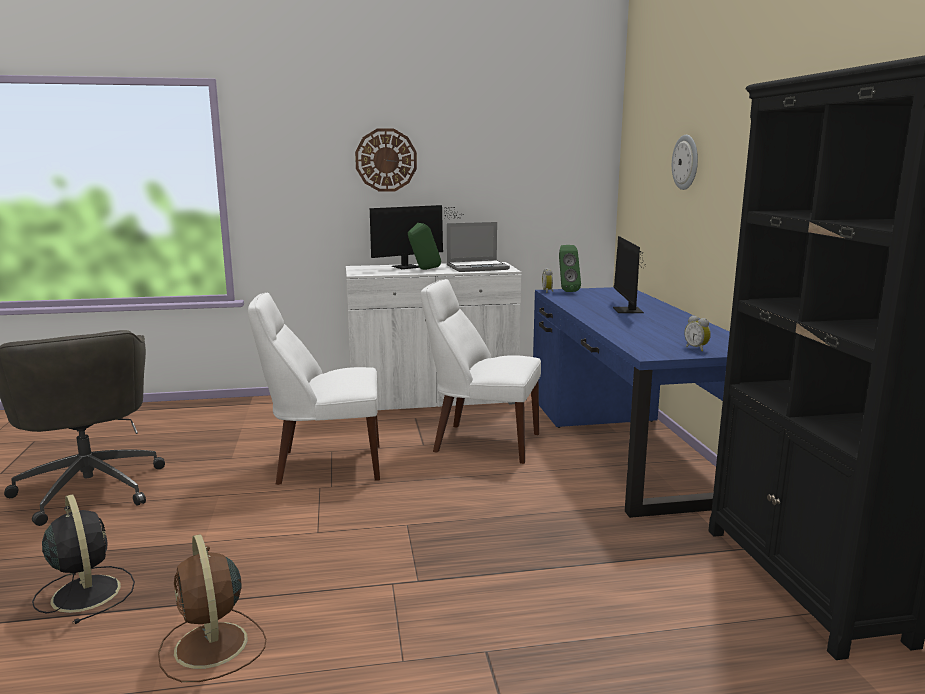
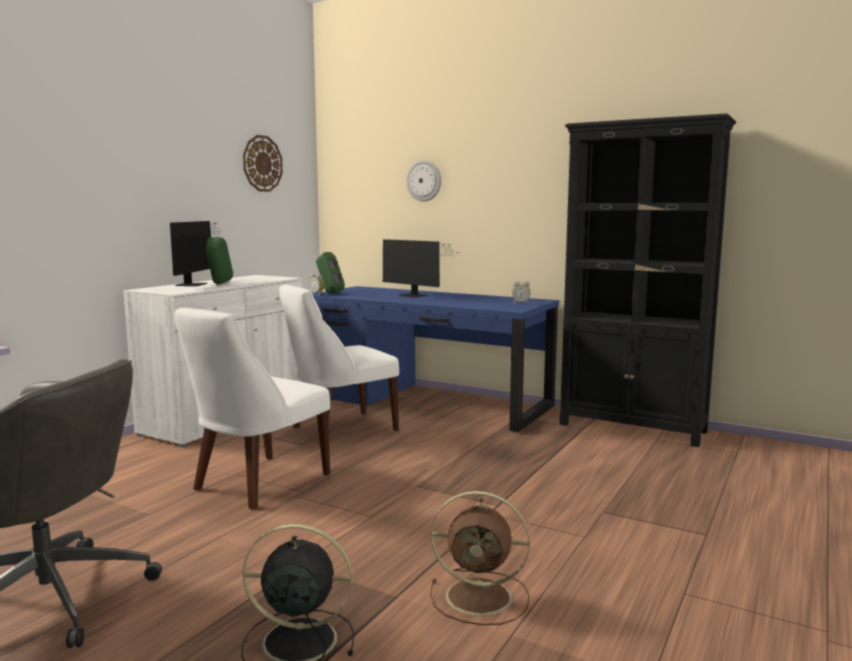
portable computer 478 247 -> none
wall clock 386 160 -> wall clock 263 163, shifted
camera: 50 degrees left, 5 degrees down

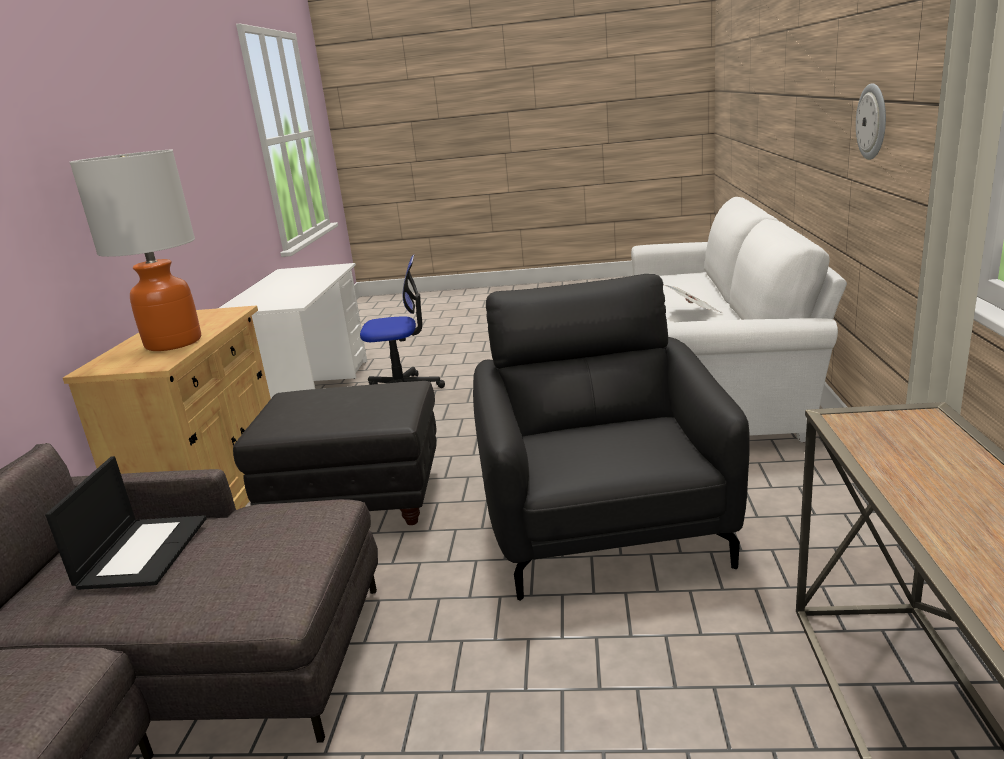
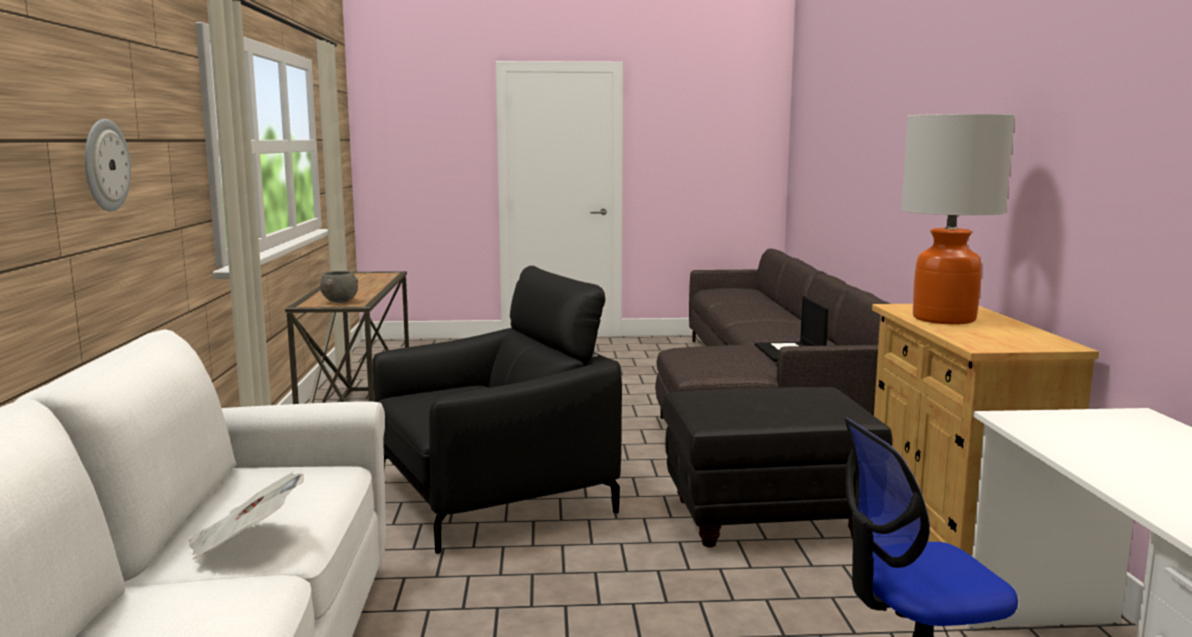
none -> greyish serving bowl 339 287
black-coloured armchair 611 437 -> black-coloured armchair 497 409, 105 degrees counterclockwise
camera: 170 degrees right, 10 degrees down

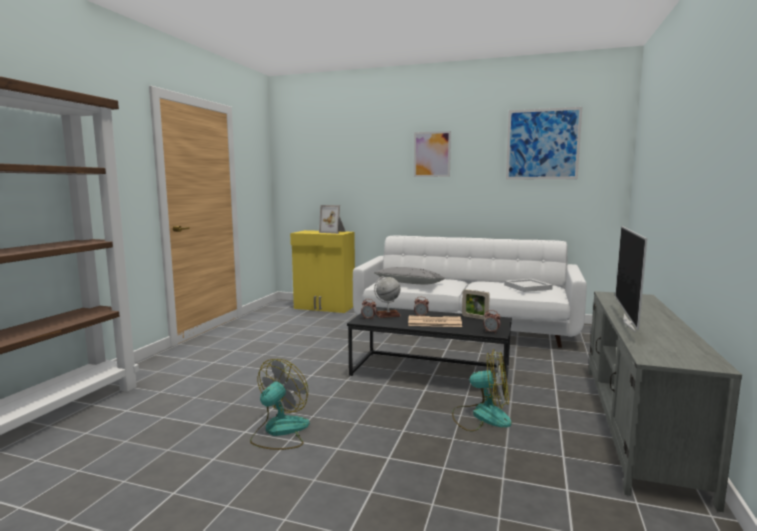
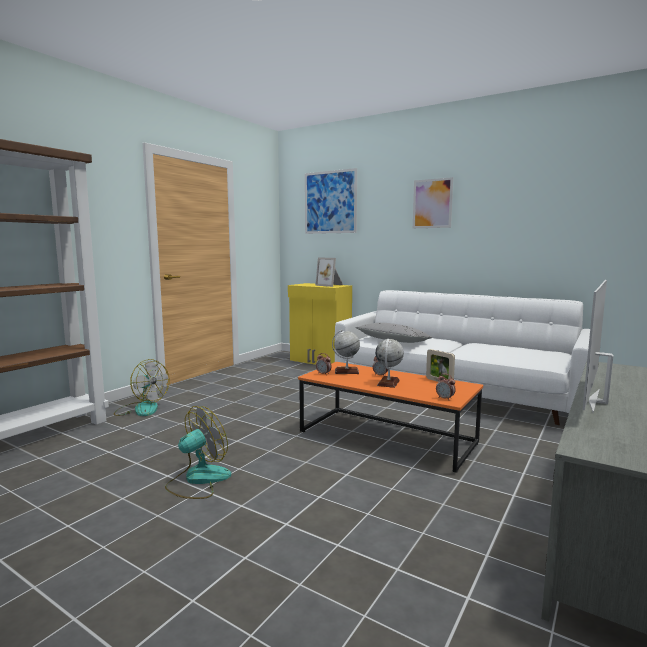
whitish tray 528 285 -> none
electric fan 482 390 -> electric fan 142 387, shifted
wall art 544 143 -> wall art 331 201, shifted
daily paper 435 321 -> desk globe 389 363
black-coloured coffee table 429 351 -> orange coffee table 390 417
camera: 15 degrees right, 0 degrees up

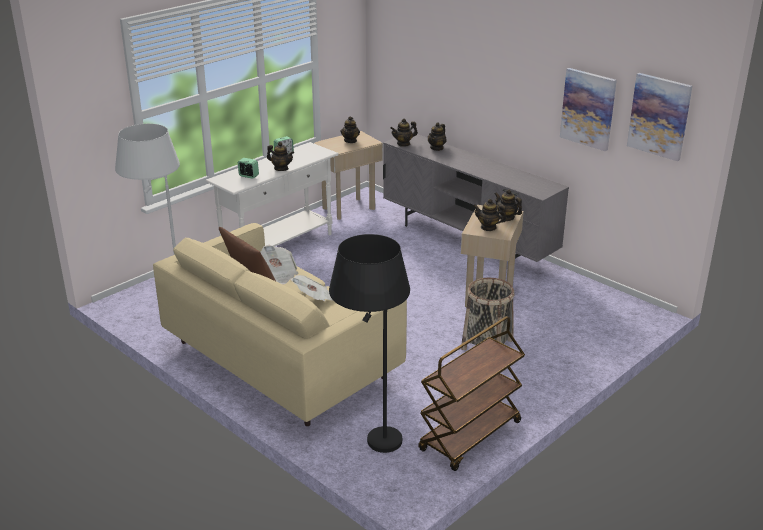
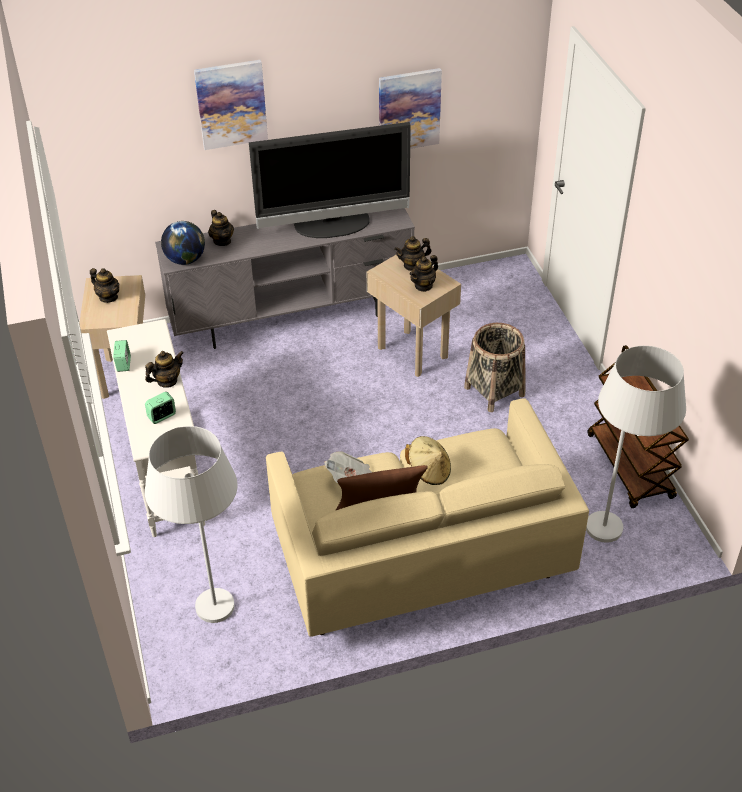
none -> TV set 330 180
wall art 659 117 -> wall art 231 105, shifted
daily paper 312 288 -> beige clothing hat 428 460
pot for tea 404 132 -> desk globe 183 243
black-coloured standing lamp 369 343 -> whitish standing lamp 636 444
camera: 60 degrees left, 15 degrees up

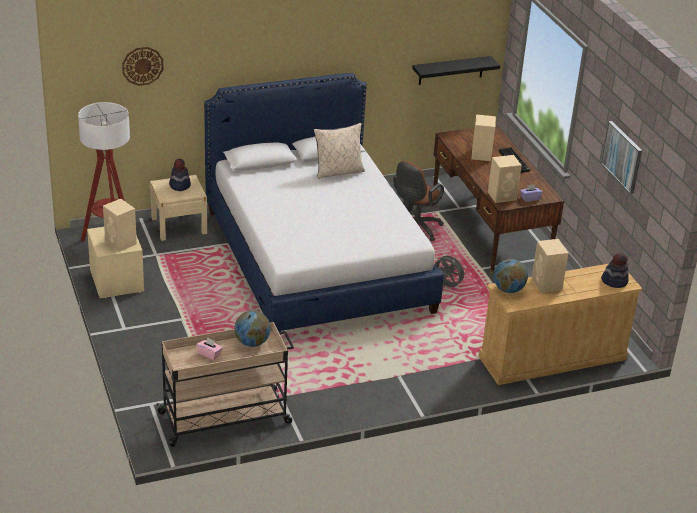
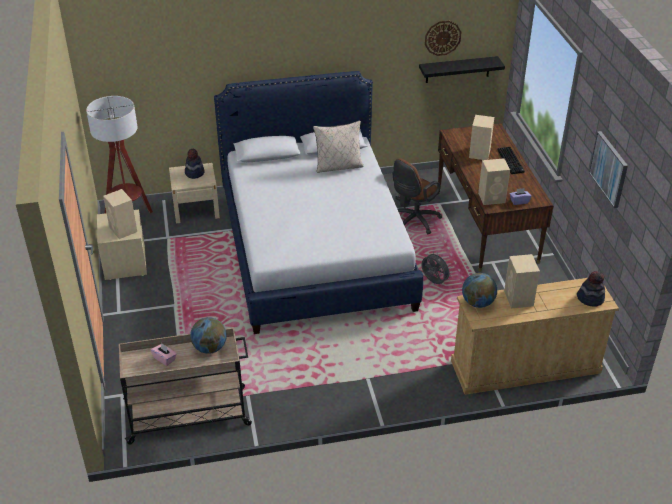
wall clock 143 66 -> wall clock 443 38, shifted
camera: 10 degrees right, 5 degrees up

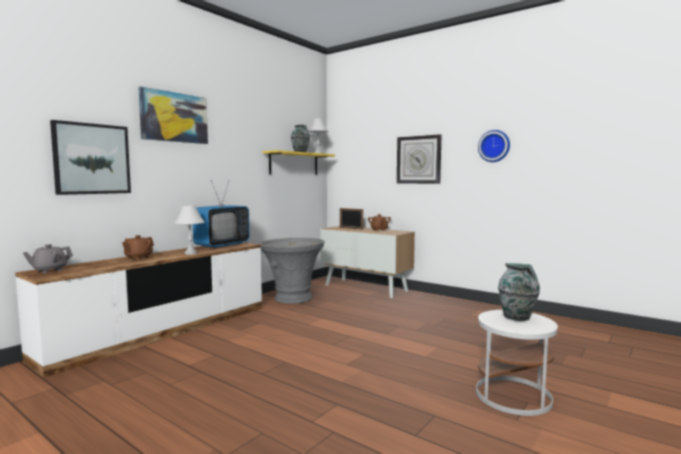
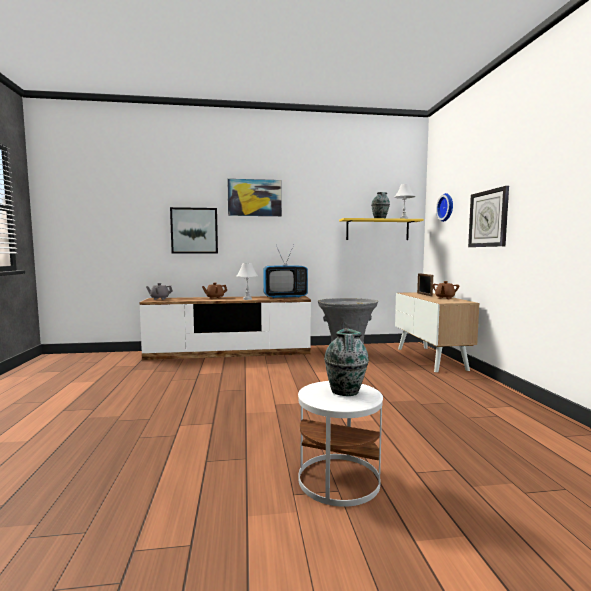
wall clock 494 146 -> wall clock 444 207, shifted
camera: 45 degrees right, 0 degrees up

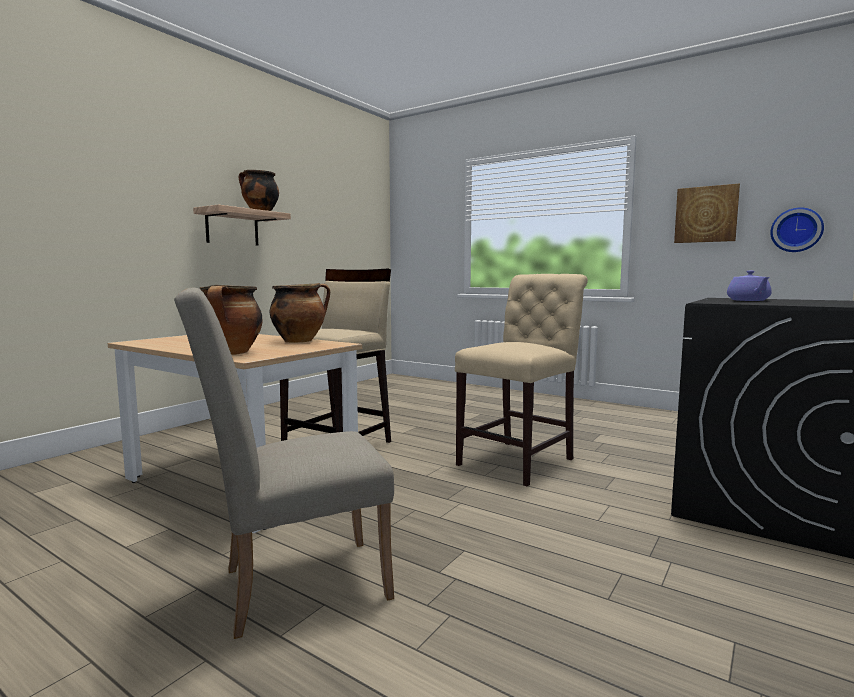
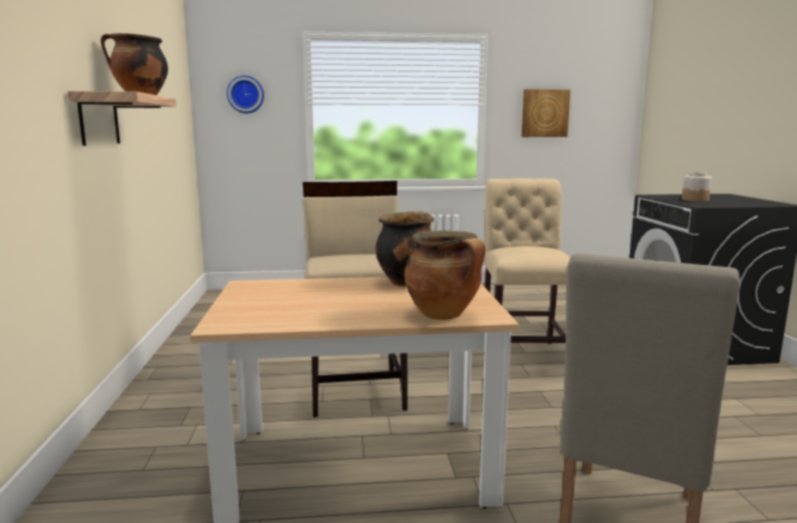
wall clock 797 229 -> wall clock 245 94, shifted
purple pot for tea 749 286 -> preserve jar 697 186
camera: 40 degrees left, 5 degrees up

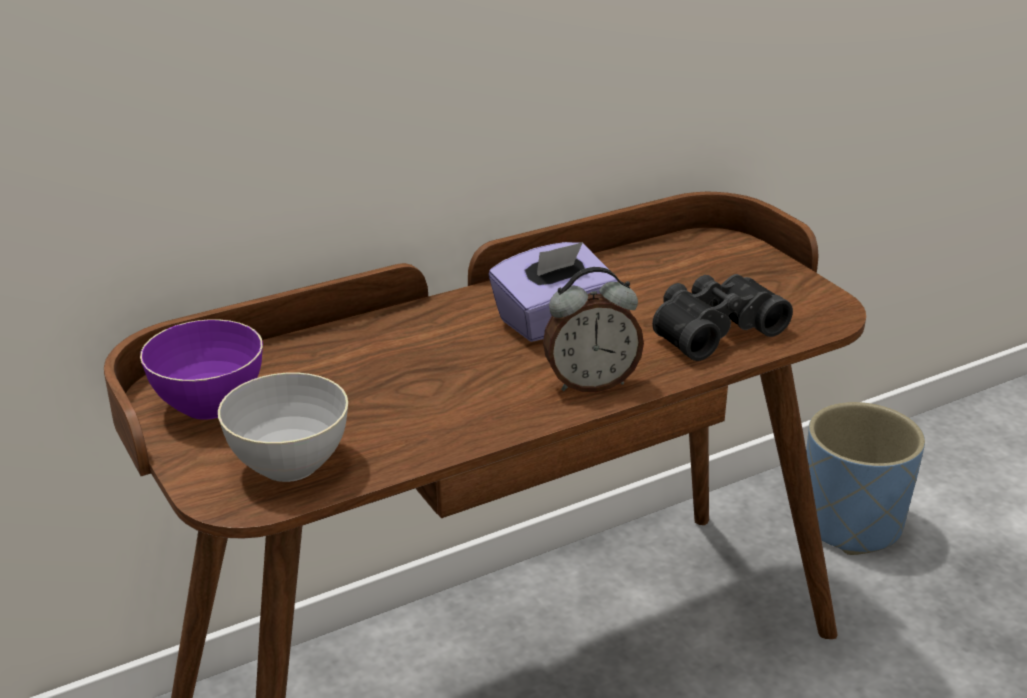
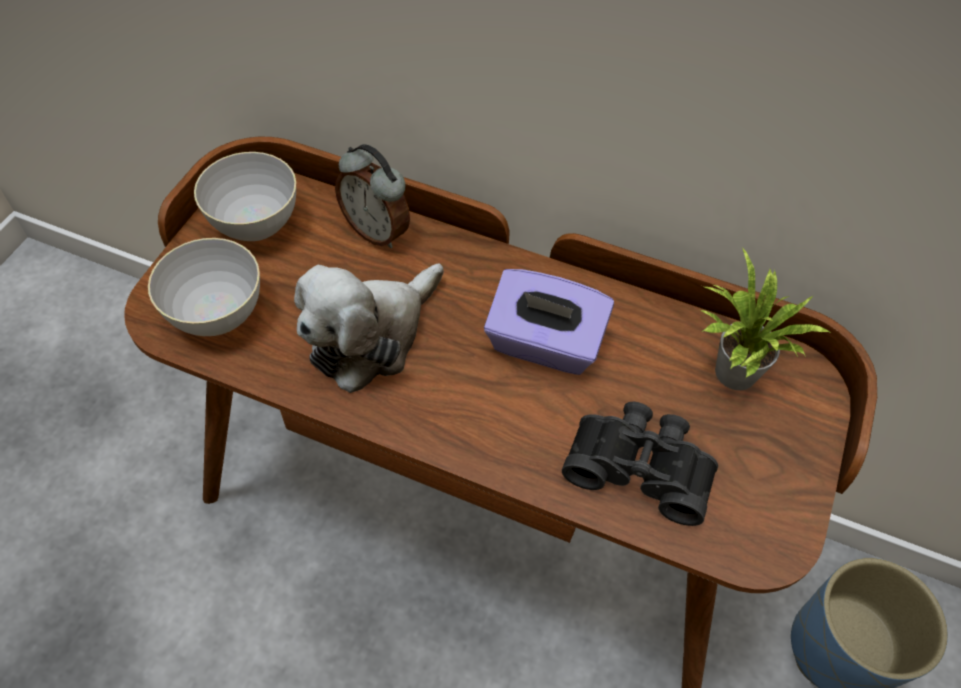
none -> soft toy 369 328
none -> plant in a pot 764 318
table clock 593 329 -> table clock 372 196, shifted
purple serving bowl 201 369 -> greyish serving bowl 245 196
camera: 50 degrees right, 25 degrees up

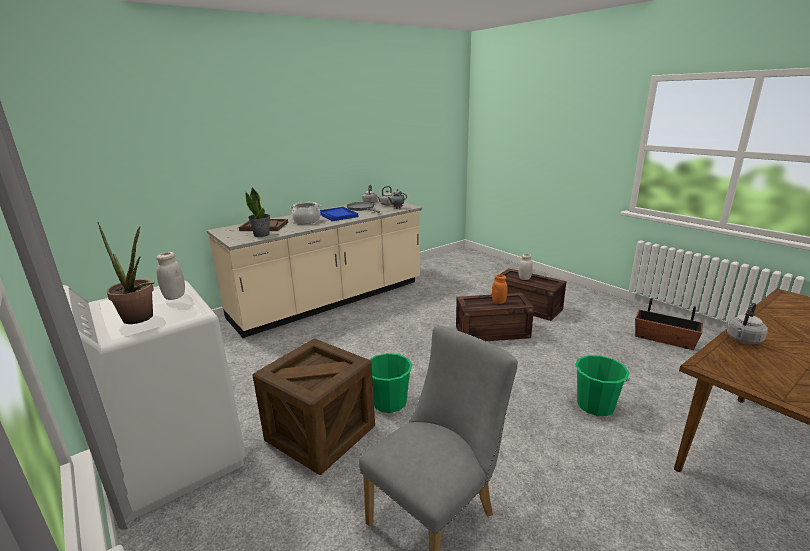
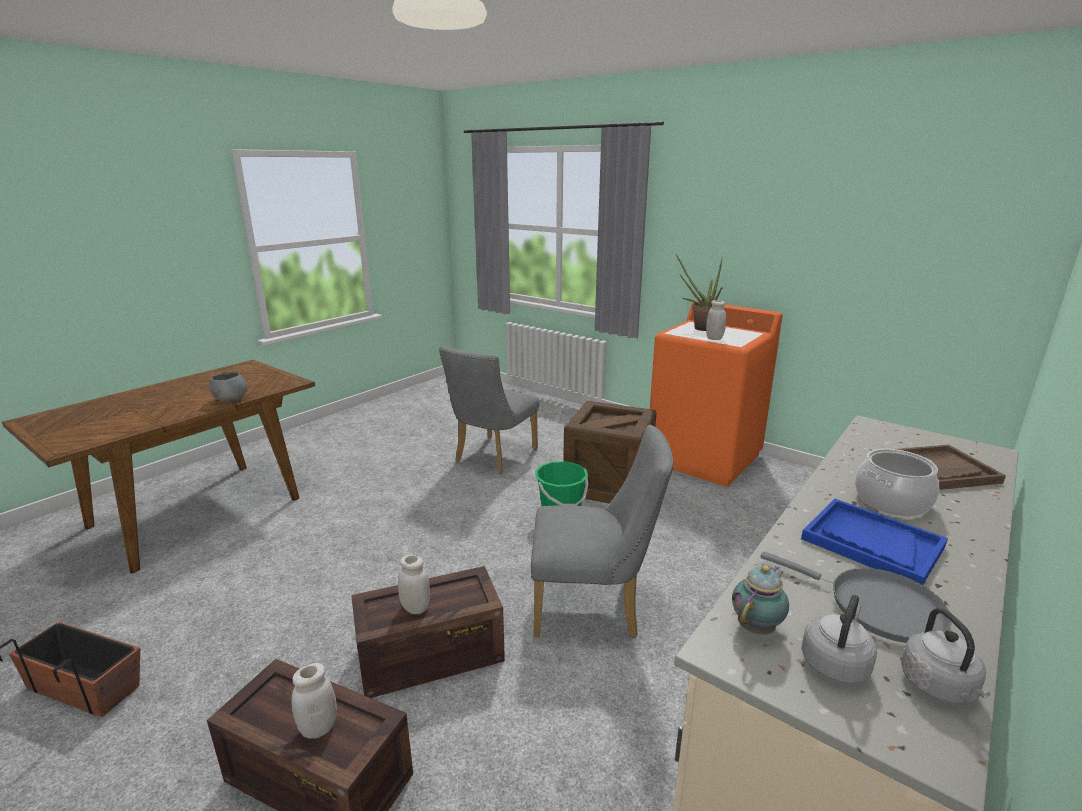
plant in a pot 257 212 -> none
green-coloured water bucket 602 385 -> none
none -> greyish upright chair 602 531
greyish kettle 747 323 -> greyish serving bowl 228 387
whitish laundry appliance 154 402 -> orange laundry appliance 716 394
orange preserve jar 500 289 -> whitish preserve jar 414 584
camera: 165 degrees right, 0 degrees up

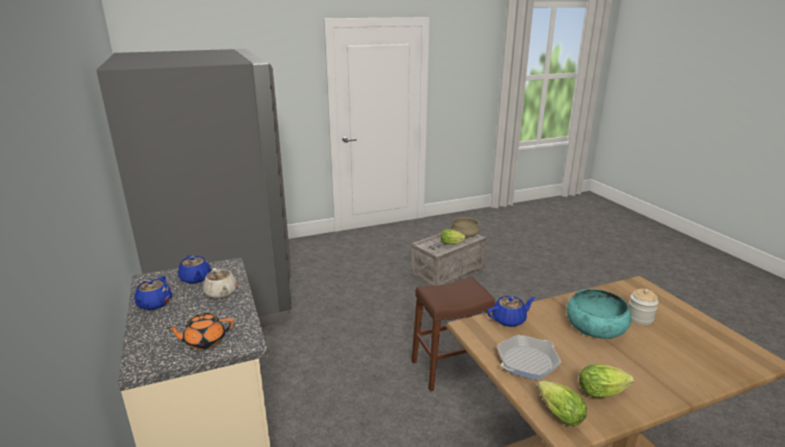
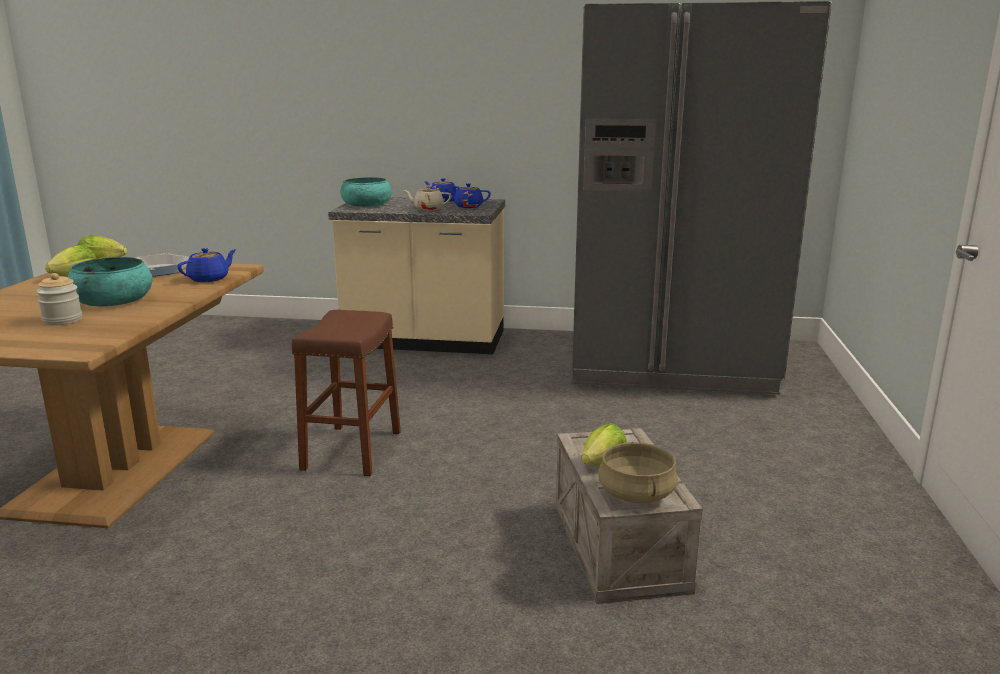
orange pot for tea 200 331 -> turquoise serving bowl 365 192
bluish pot for tea 511 311 -> bluish pot for tea 206 265, 150 degrees counterclockwise
camera: 120 degrees right, 5 degrees down

